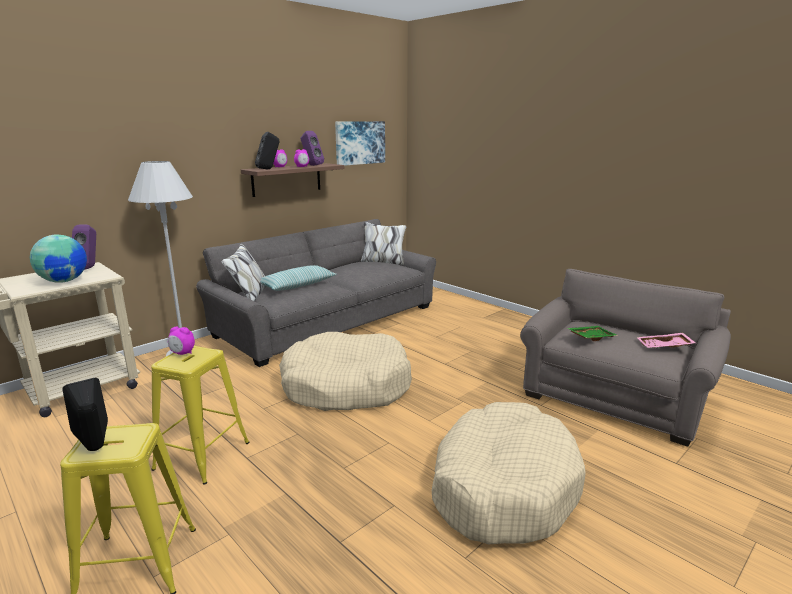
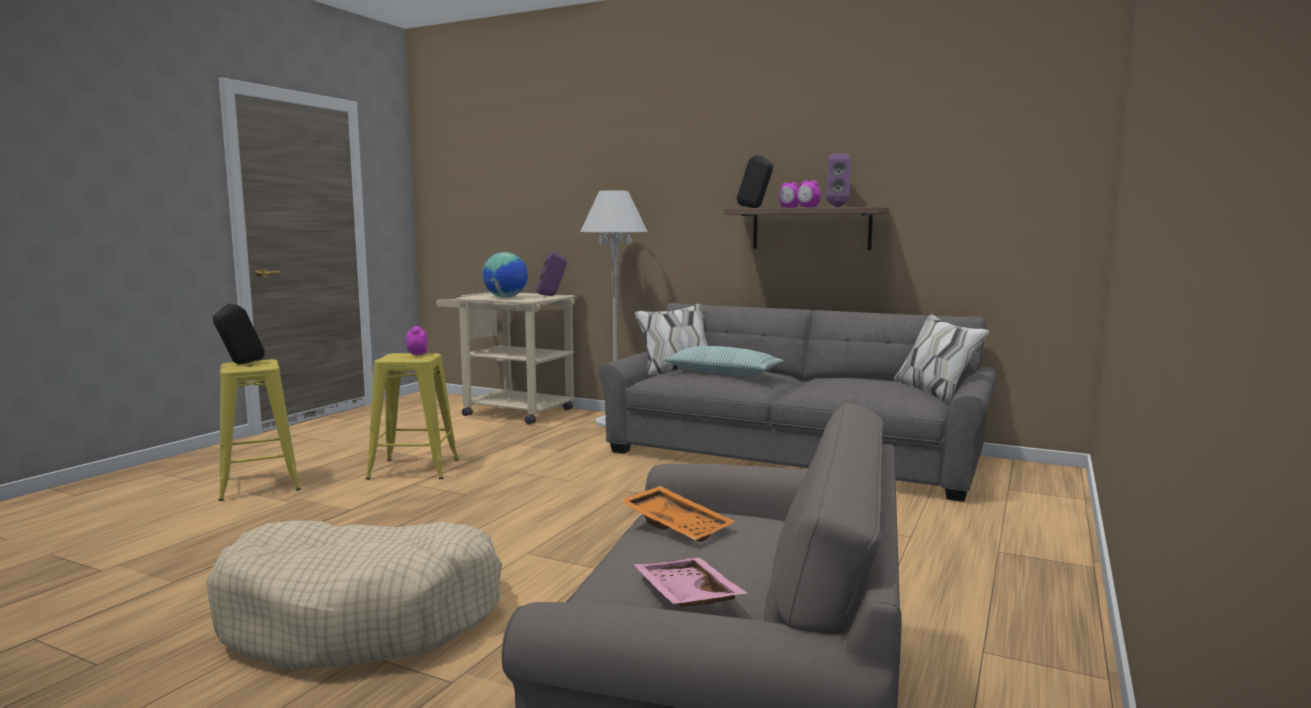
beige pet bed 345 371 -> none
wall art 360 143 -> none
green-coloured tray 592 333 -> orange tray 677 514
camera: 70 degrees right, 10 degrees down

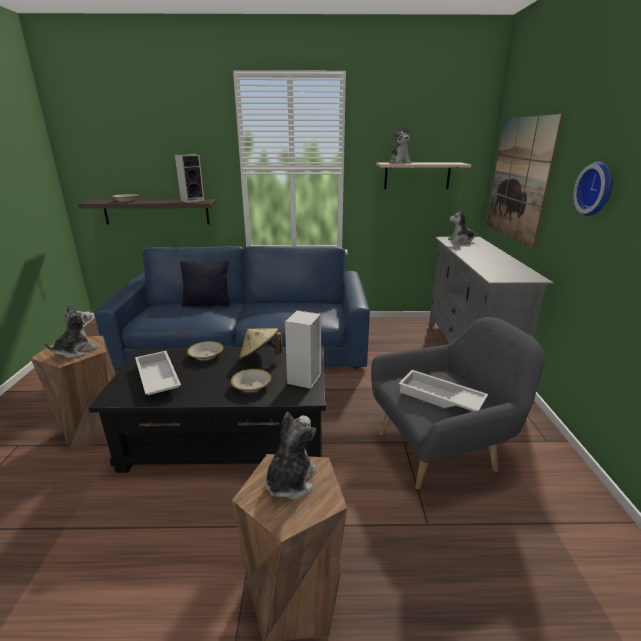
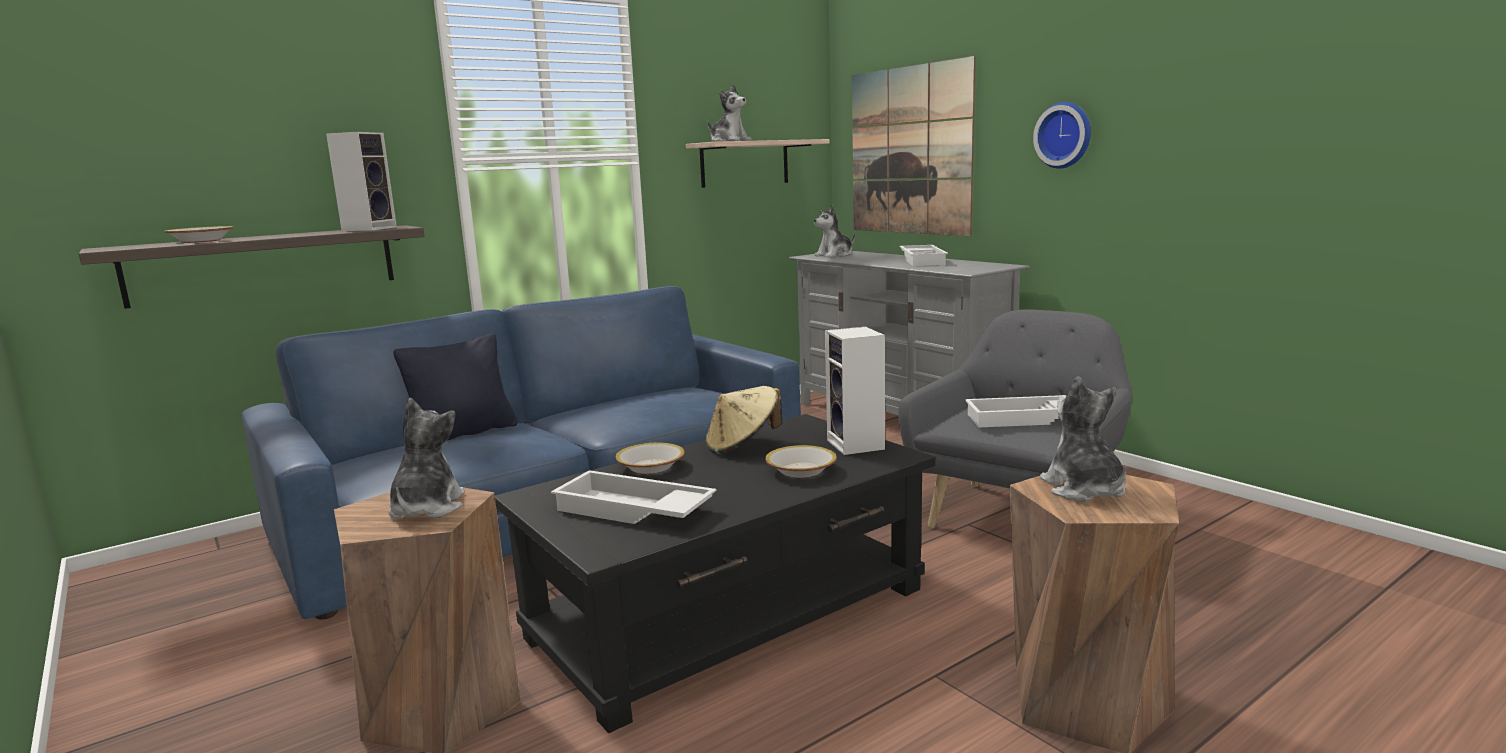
none -> whitish tray 923 255
camera: 35 degrees left, 10 degrees down

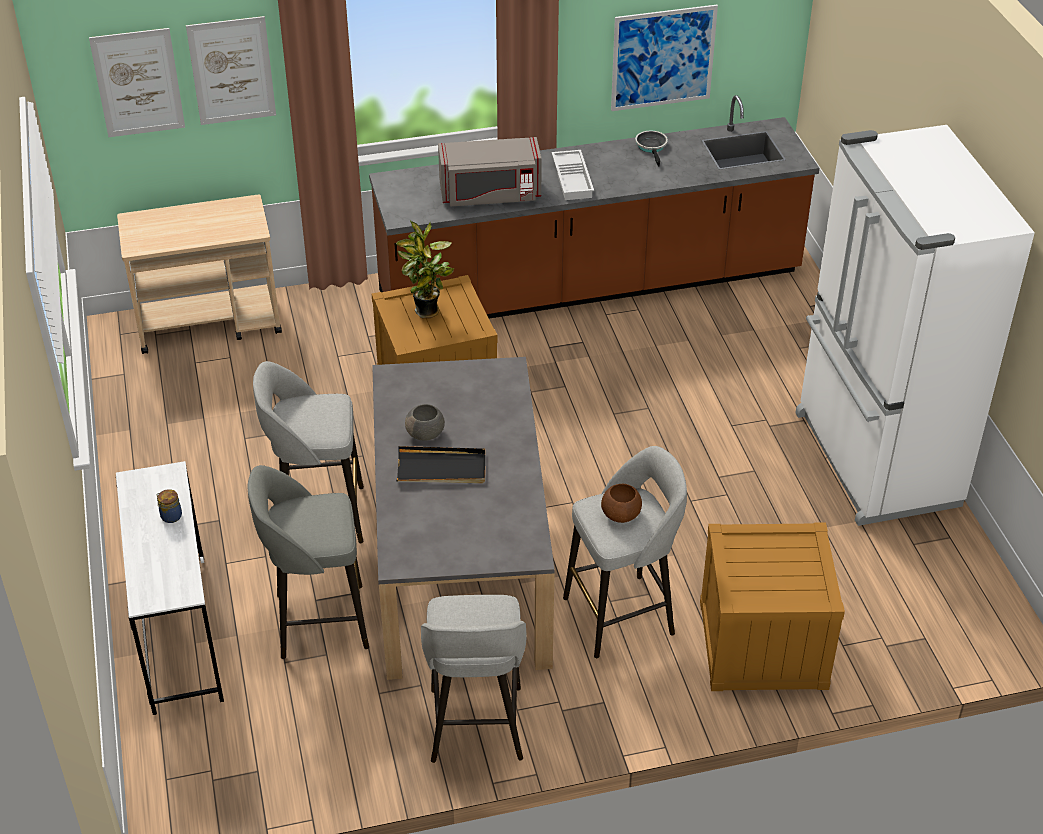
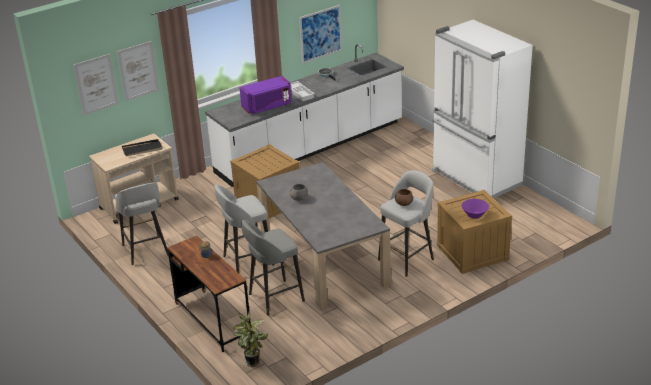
none -> purple serving bowl 475 209
plant in a pot 425 269 -> plant in a pot 250 339, shifted
black-coloured tray 440 464 -> black-coloured tray 142 147, shifted
greyish sitting stool 474 679 -> greyish sitting stool 141 223, shifted
whitish desk table 170 588 -> brown-coloured desk table 209 293
brown-coloured counter 594 206 -> whitish counter 304 115
greyish kitchen microwave 490 172 -> purple kitchen microwave 265 95
camera: 20 degrees left, 10 degrees down

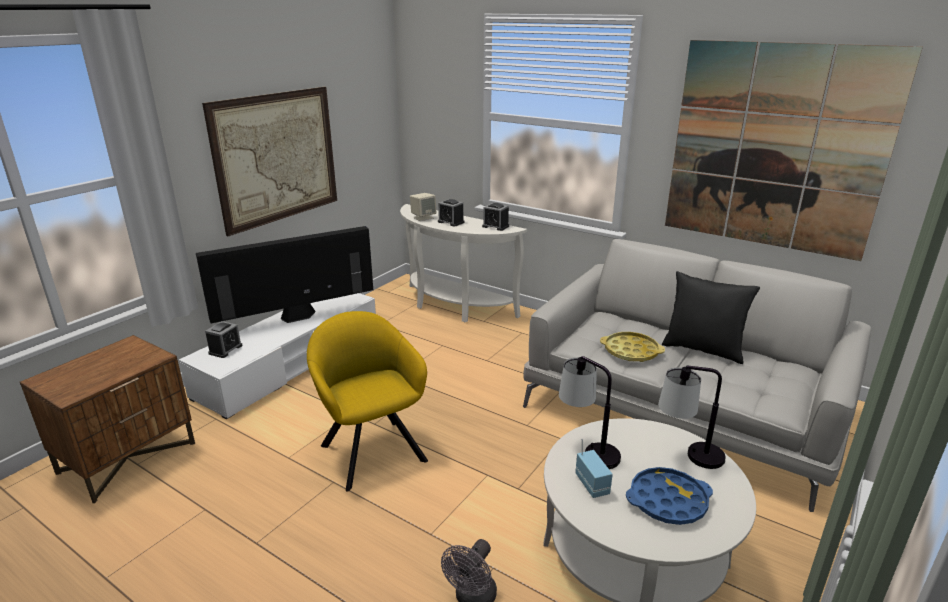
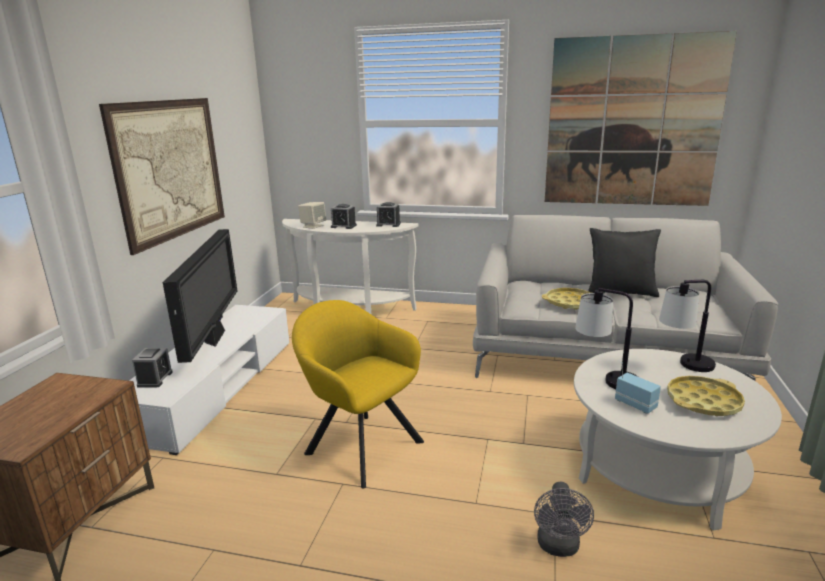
bluish tray 669 496 -> yellow-coloured tray 706 396
TV set 284 275 -> TV set 200 296, 135 degrees clockwise
camera: 20 degrees left, 5 degrees down

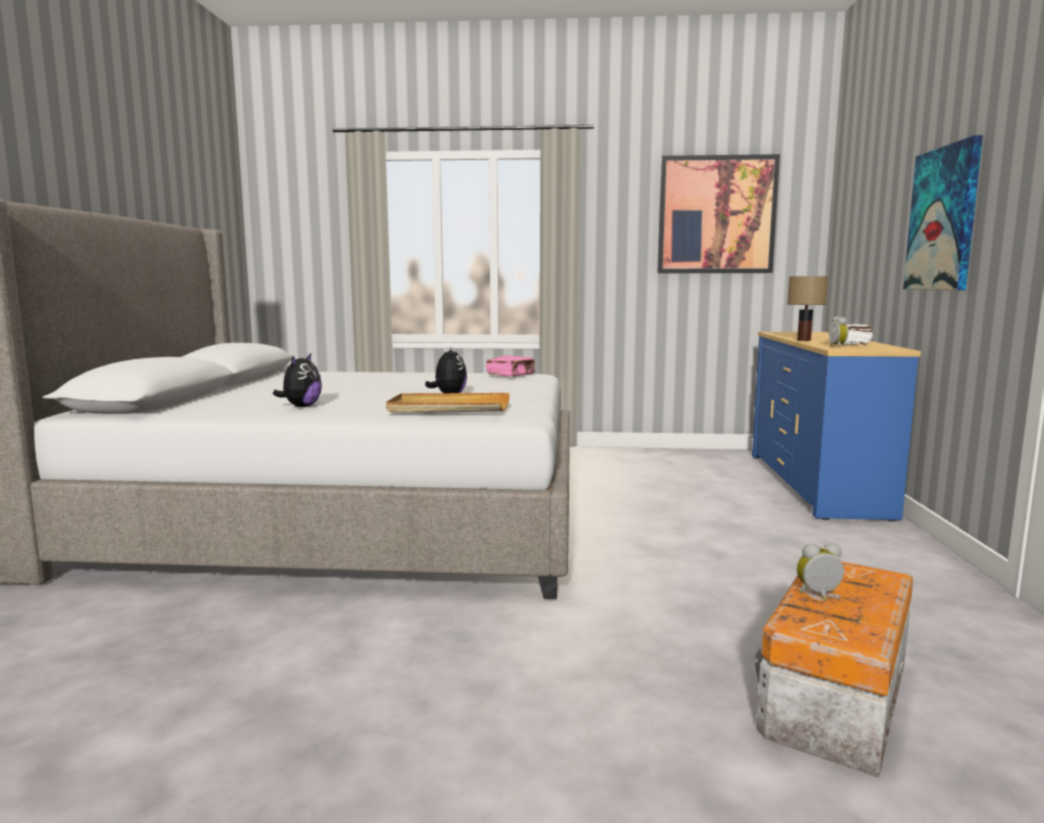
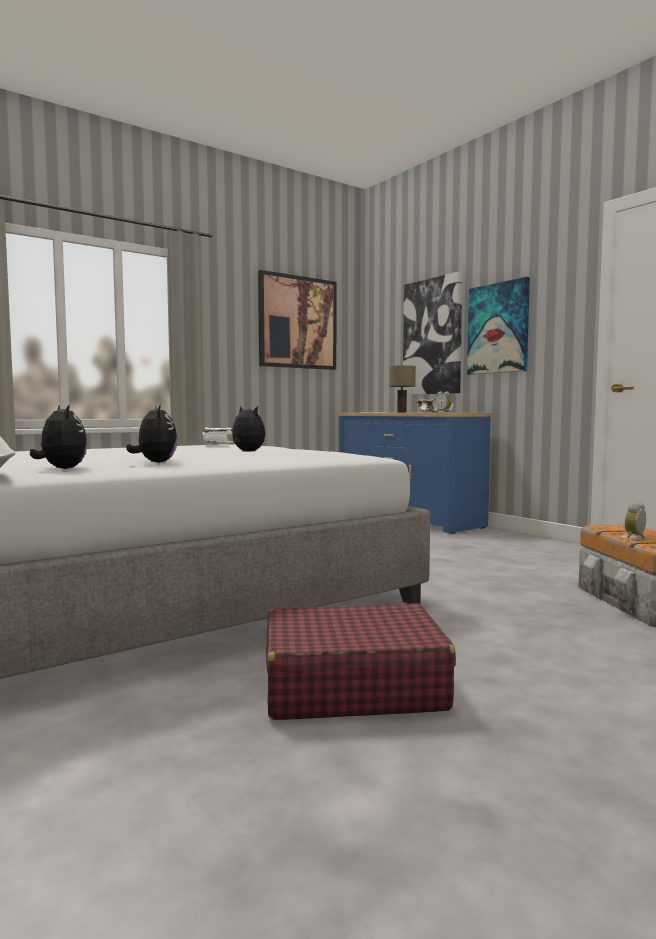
beige tray 448 402 -> none
none -> soft toy 58 436
none -> red-coloured suitcase 361 661
none -> wall art 433 333
pink volume 510 366 -> whitish volume 219 435
camera: 40 degrees left, 5 degrees down

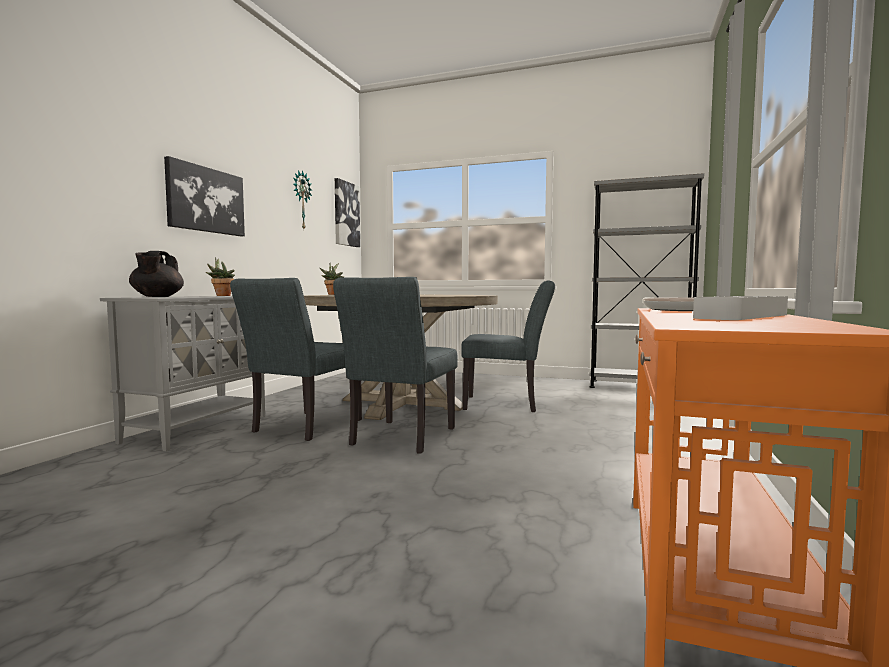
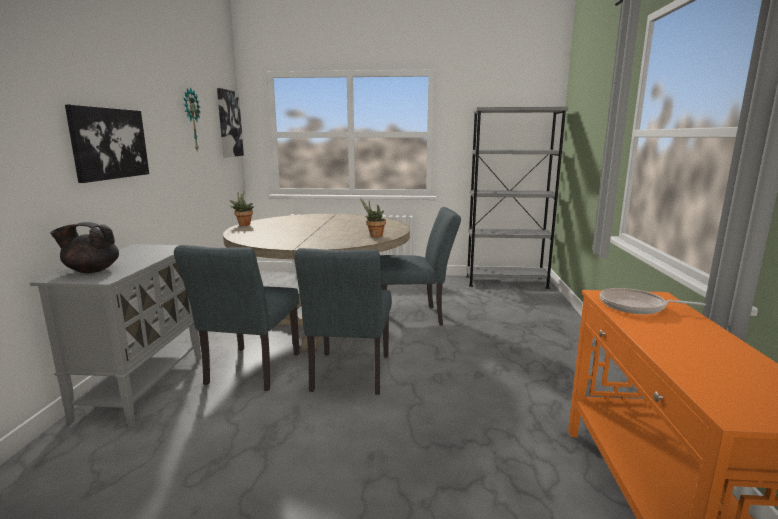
greyish tray 740 308 -> none
plant in a pot 220 276 -> plant in a pot 373 217, shifted
black-coloured pot for tea 156 274 -> black-coloured pot for tea 84 247, 105 degrees clockwise
camera: 15 degrees left, 10 degrees up

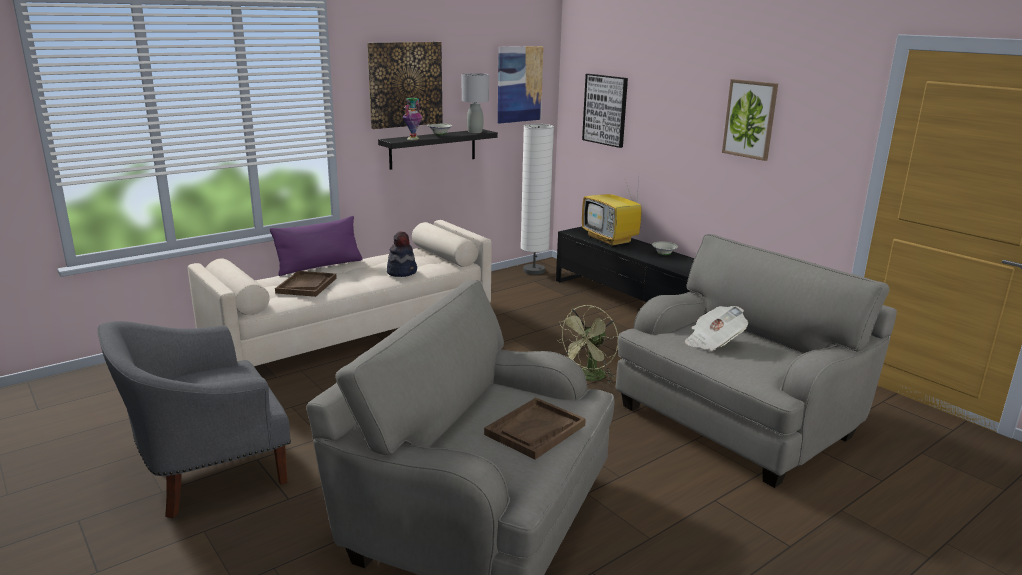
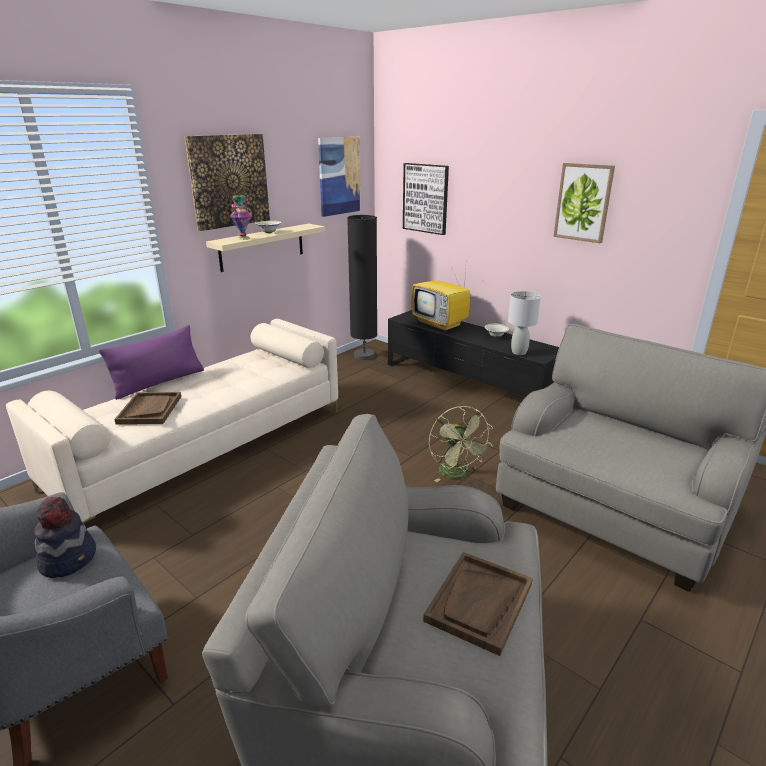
daily paper 716 328 -> none
clothing hat 402 254 -> clothing hat 65 537, shifted
greyish lamp for a table 475 103 -> greyish lamp for a table 524 323, shifted
black-coloured wall shelf 438 149 -> beige wall shelf 265 247
whitish standing lamp 537 199 -> black-coloured standing lamp 362 287
green-coloured electric fan 587 344 -> green-coloured electric fan 461 444, 45 degrees counterclockwise
camera: 10 degrees left, 5 degrees up

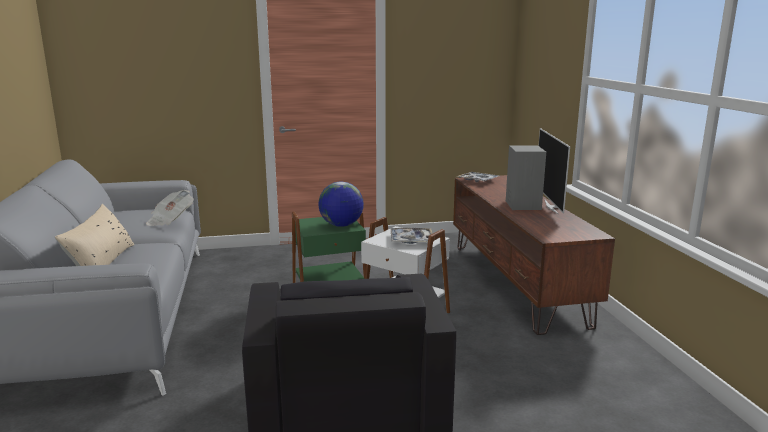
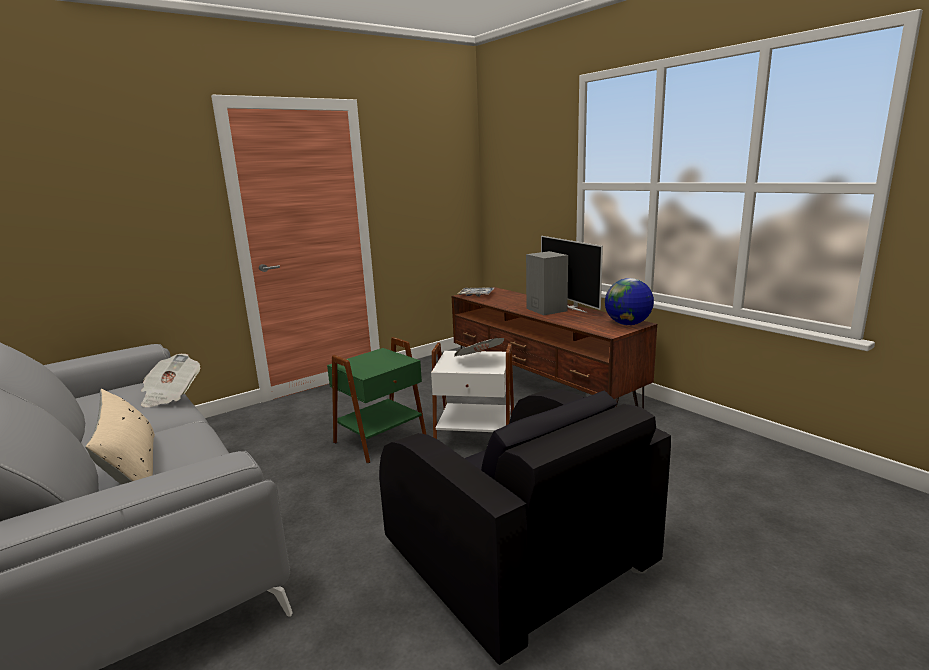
desk globe 341 204 -> desk globe 629 301, shifted
tray 411 236 -> daily paper 479 347
camera: 25 degrees left, 0 degrees up

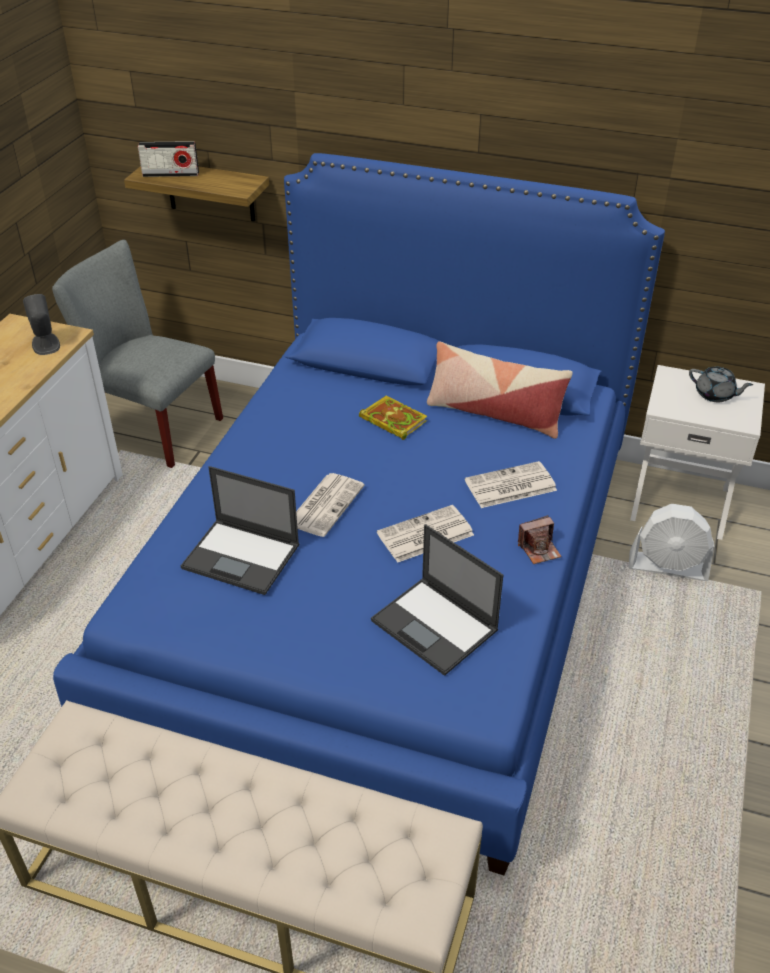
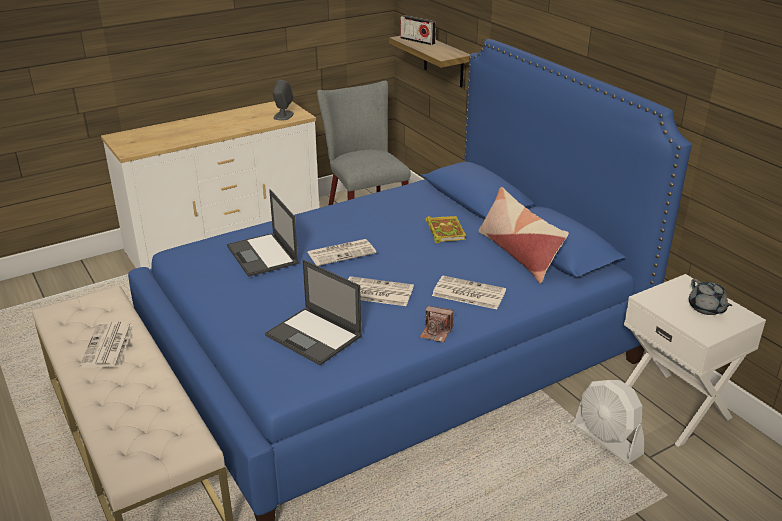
none -> daily paper 107 345
portable computer 437 600 -> portable computer 313 312, 45 degrees counterclockwise
camera: 40 degrees right, 10 degrees down

